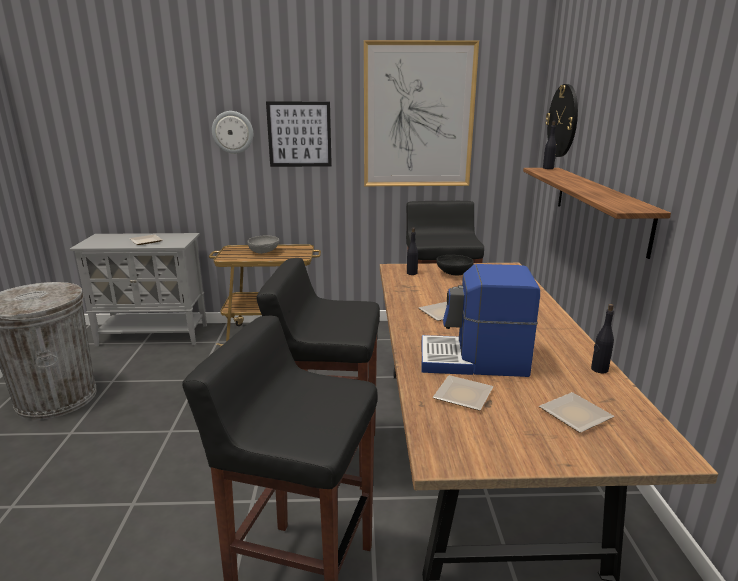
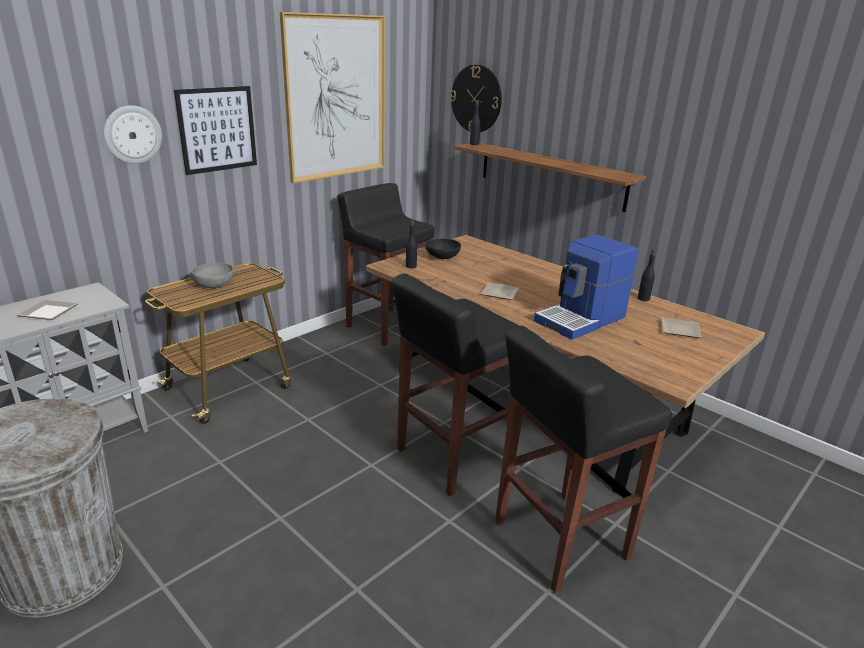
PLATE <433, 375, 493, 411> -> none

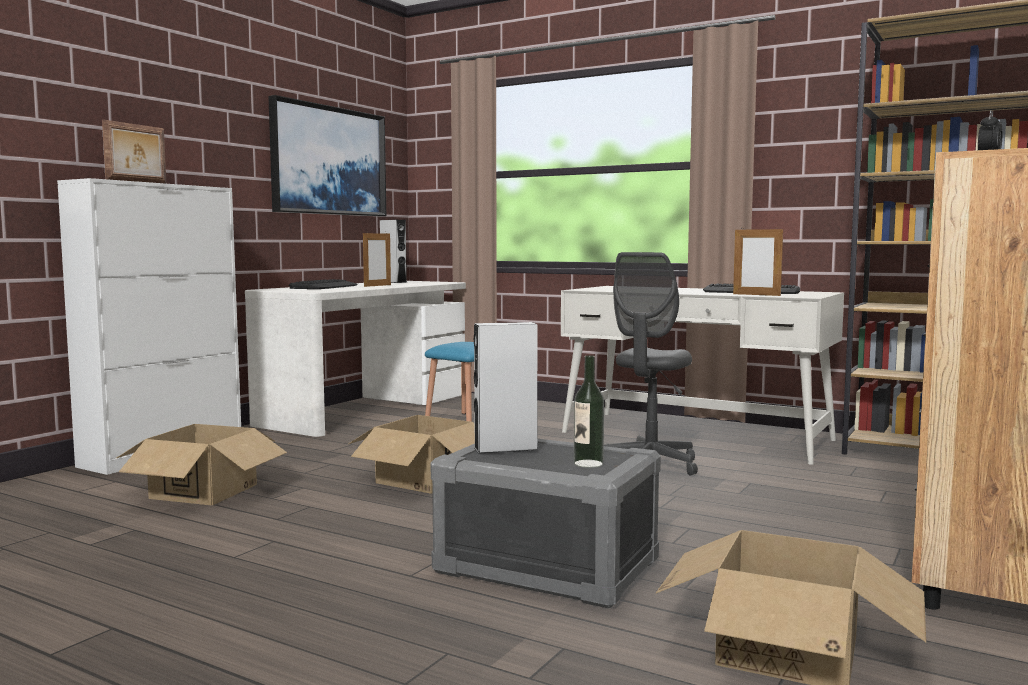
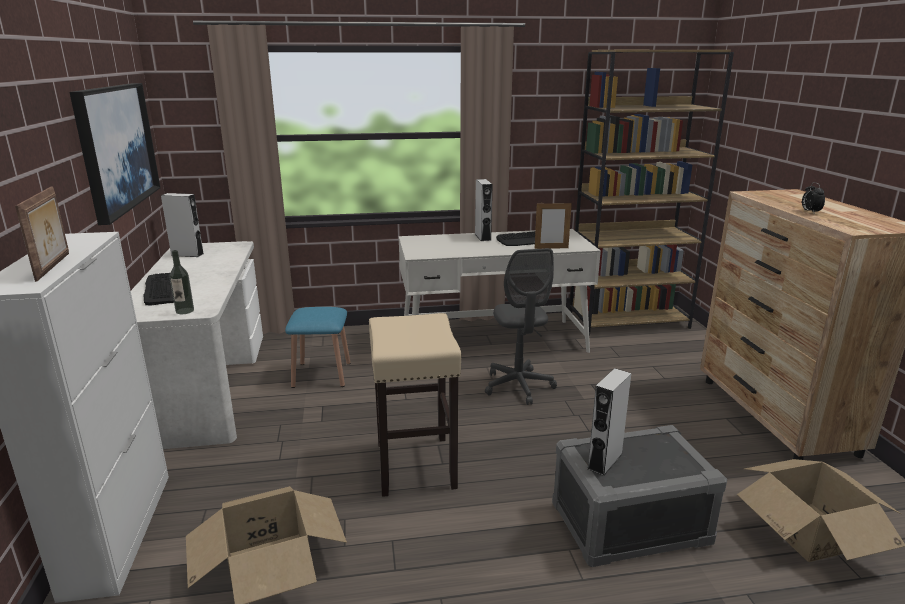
BOTTLE <574, 355, 604, 468> -> BOTTLE <169, 250, 194, 314>, move
CARDBOARD BOX <348, 415, 475, 494> -> BEIGE STOOL <369, 313, 461, 497>
none -> GREY SPEAKER <475, 179, 493, 241>
PICTURE FRAME <363, 231, 391, 287> -> none

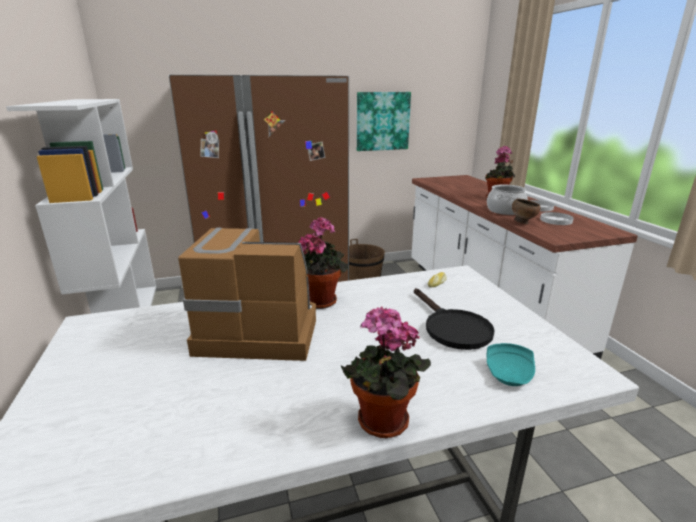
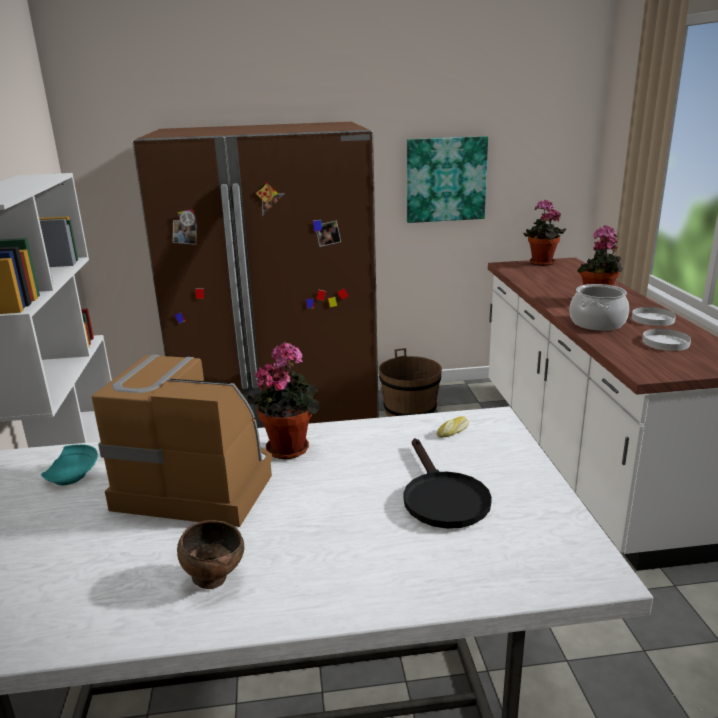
TURQUOISE PLATE <486, 343, 535, 386> -> TURQUOISE PLATE <41, 444, 98, 485>, move
BROWN BOWL <512, 198, 541, 224> -> BROWN BOWL <177, 520, 244, 589>, move
POTTED PLANT <341, 307, 431, 438> -> POTTED PLANT <523, 200, 566, 266>, move

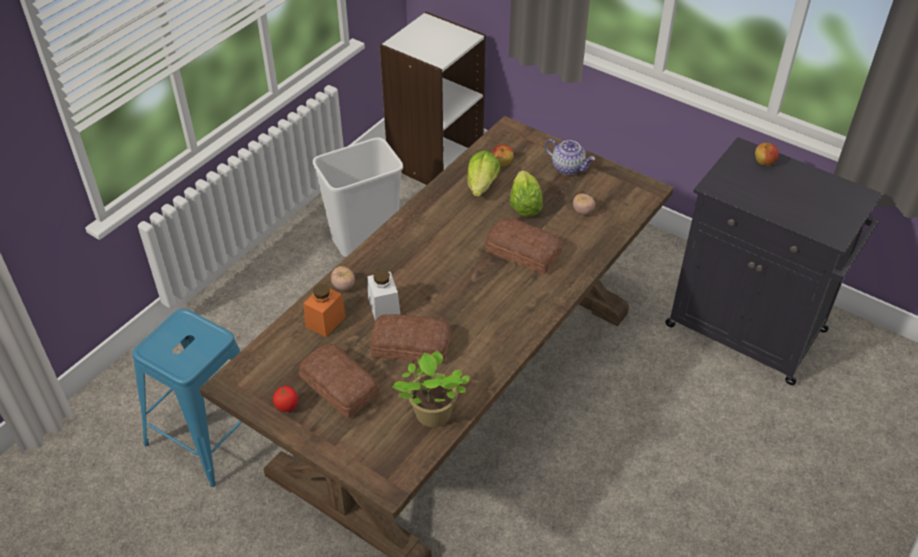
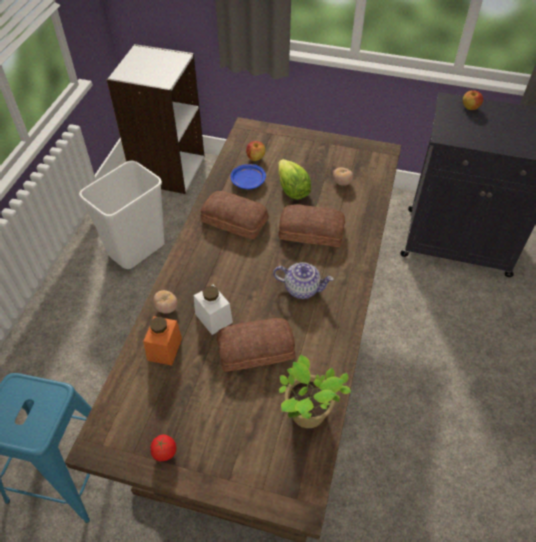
BREAD <299, 344, 380, 418> -> BREAD <200, 191, 269, 239>, move
LETTUCE <467, 150, 500, 197> -> BLUE PLATE <230, 164, 266, 189>
TEAPOT <545, 139, 595, 175> -> TEAPOT <273, 262, 334, 299>, move

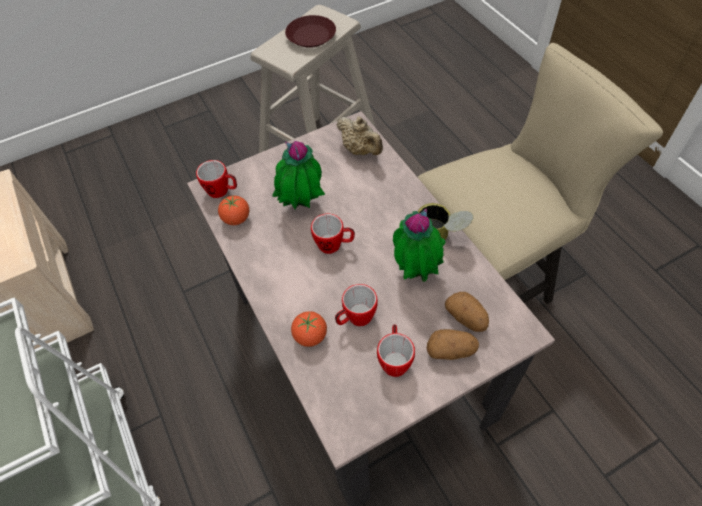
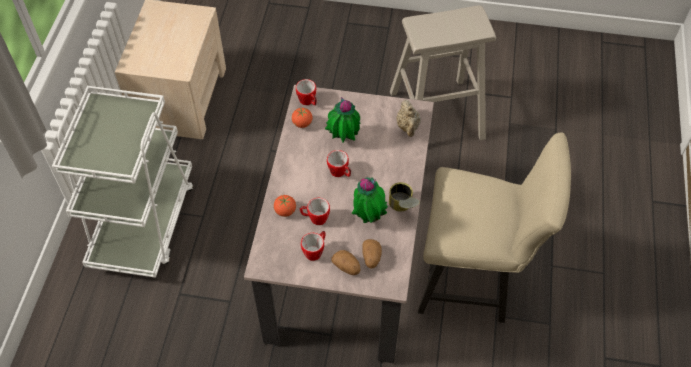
BROWN PLATE <285, 15, 336, 48> -> none

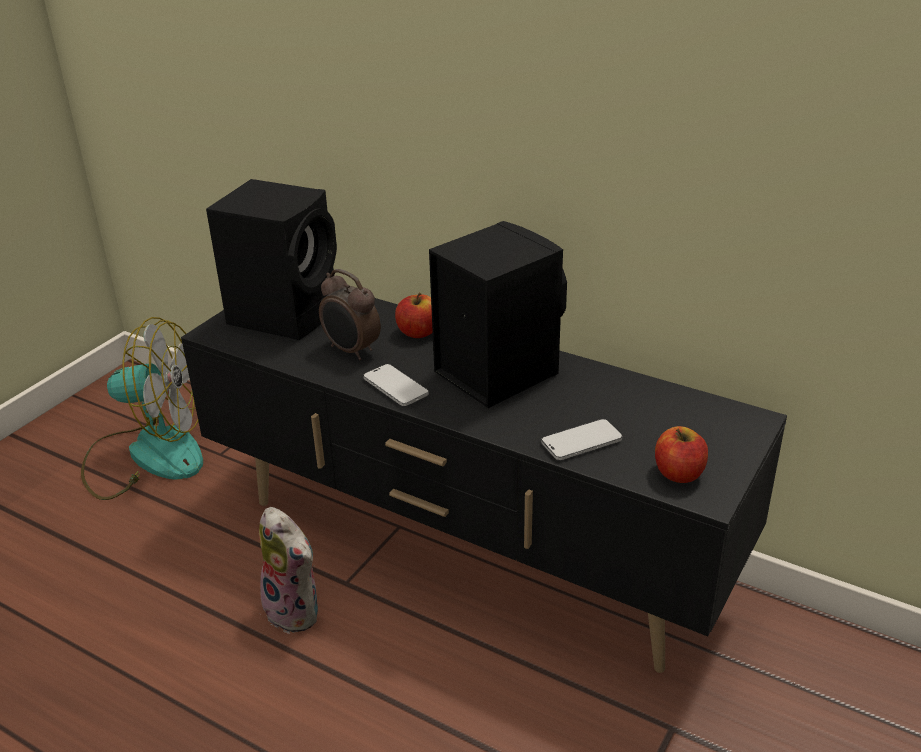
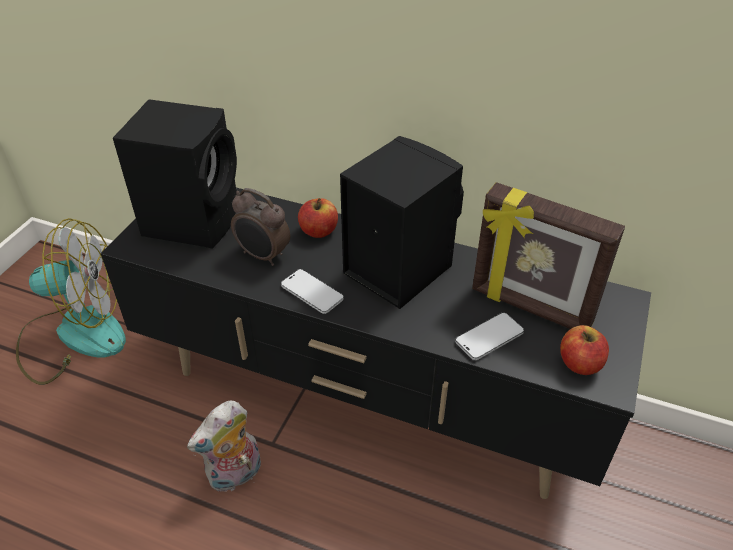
PLUSH TOY <257, 507, 318, 634> -> PLUSH TOY <187, 401, 261, 492>, 105 degrees clockwise
none -> PICTURE FRAME <472, 182, 625, 329>

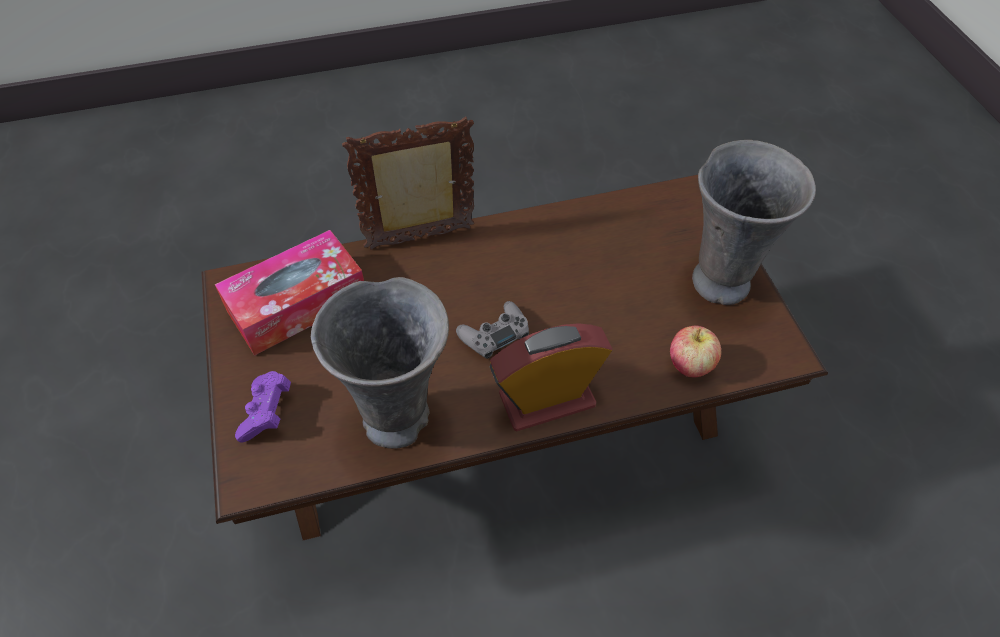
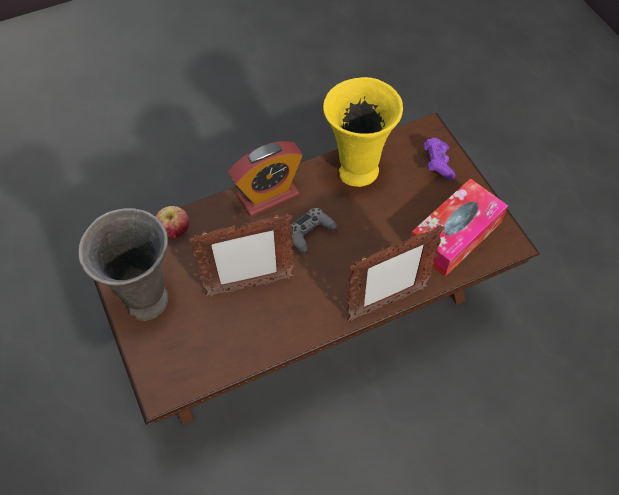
none -> PICTURE FRAME <189, 213, 294, 297>
GREY VASE <311, 277, 449, 449> -> YELLOW VASE <323, 77, 403, 187>

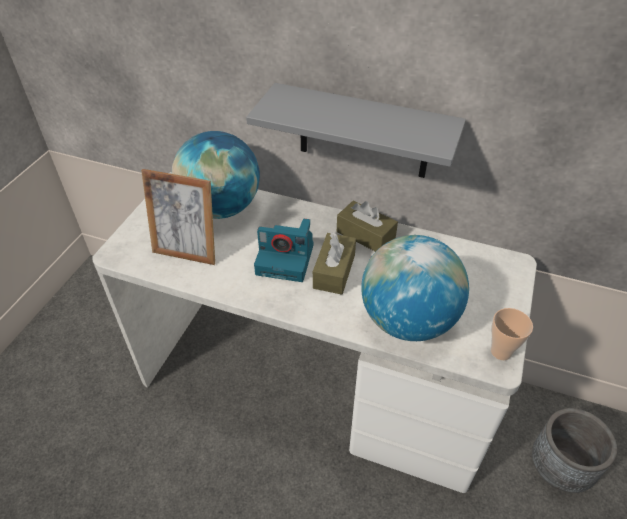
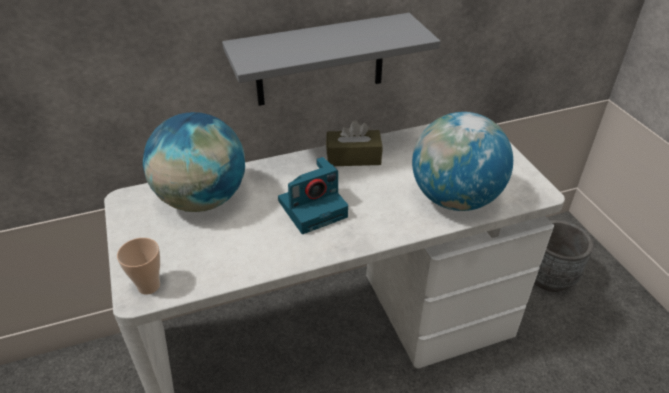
CUP <491, 308, 533, 360> -> CUP <117, 238, 160, 295>, move
PICTURE FRAME <141, 169, 215, 265> -> none
BROWN TISSUE BOX <313, 232, 356, 295> -> none

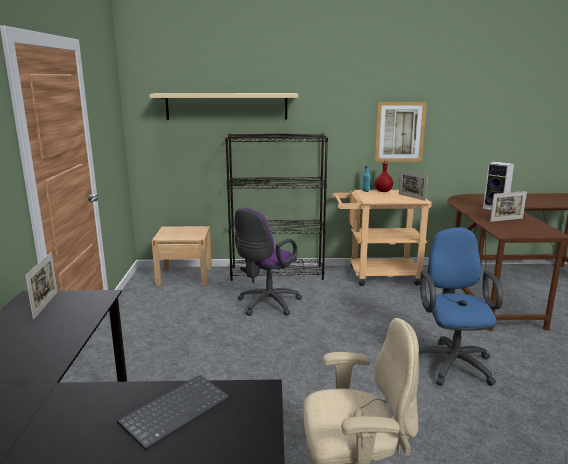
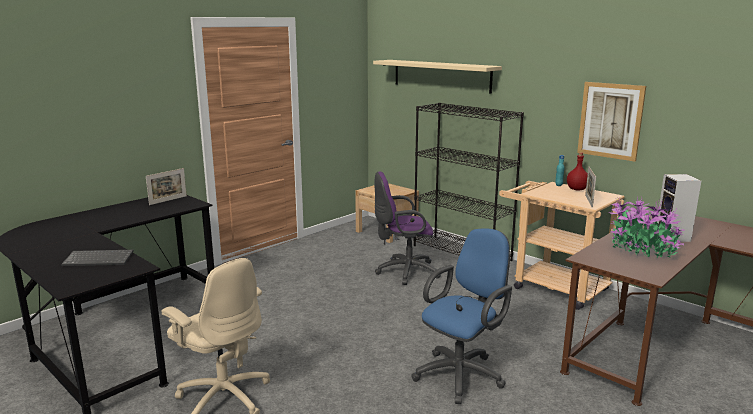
PICTURE FRAME <490, 191, 527, 222> -> POTTED PLANT <609, 197, 685, 258>

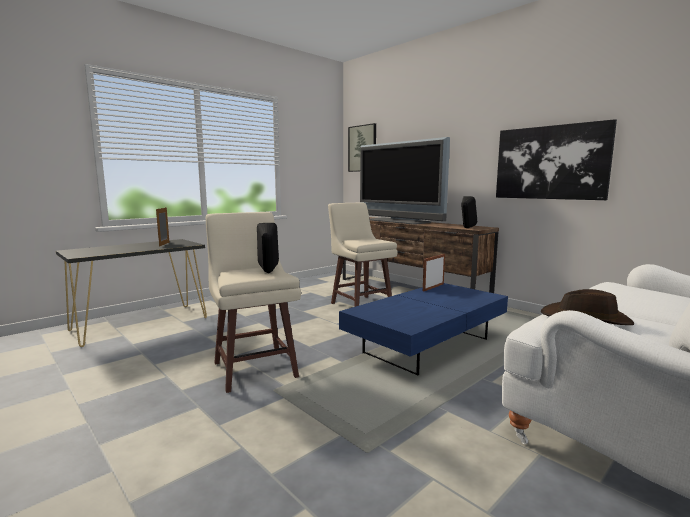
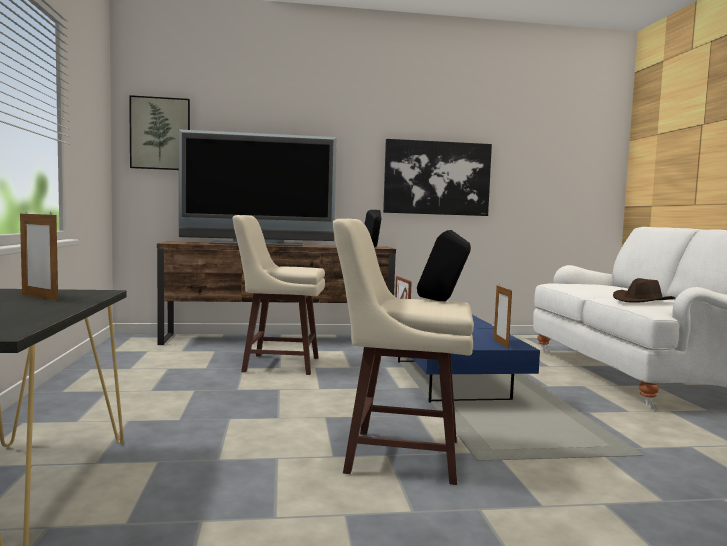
none -> PICTURE FRAME <494, 285, 512, 349>

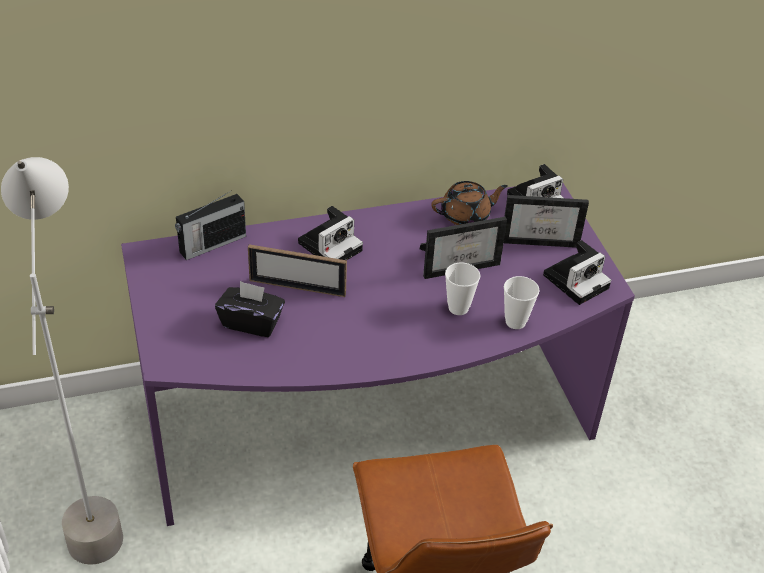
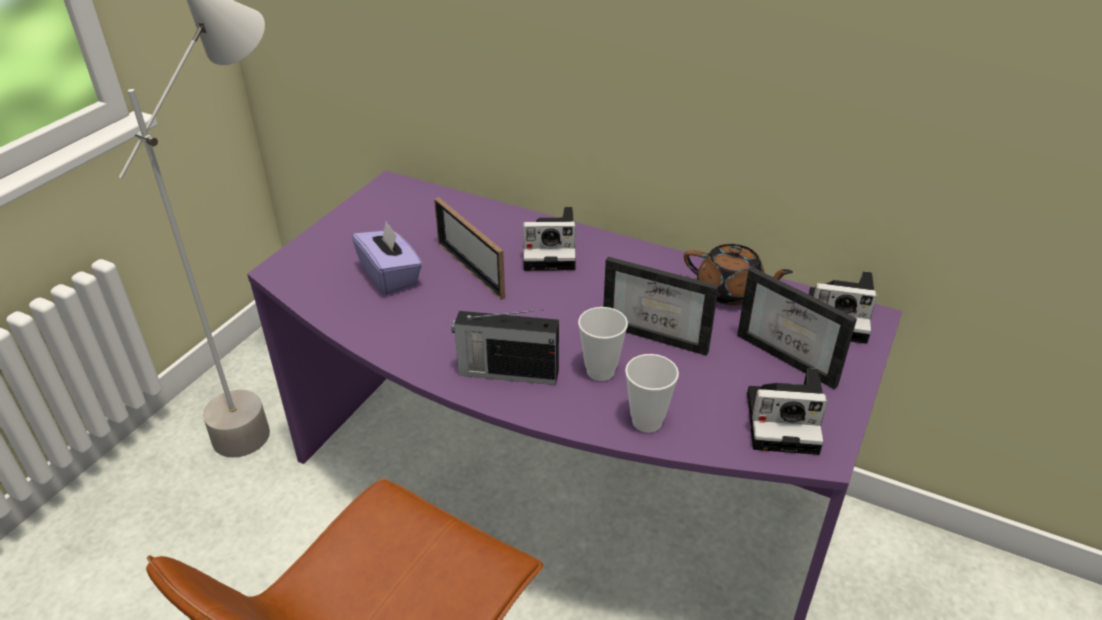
BLACK TISSUE BOX <215, 281, 285, 337> -> PURPLE TISSUE BOX <352, 221, 422, 295>
RADIO <175, 190, 246, 260> -> RADIO <451, 309, 559, 385>, move

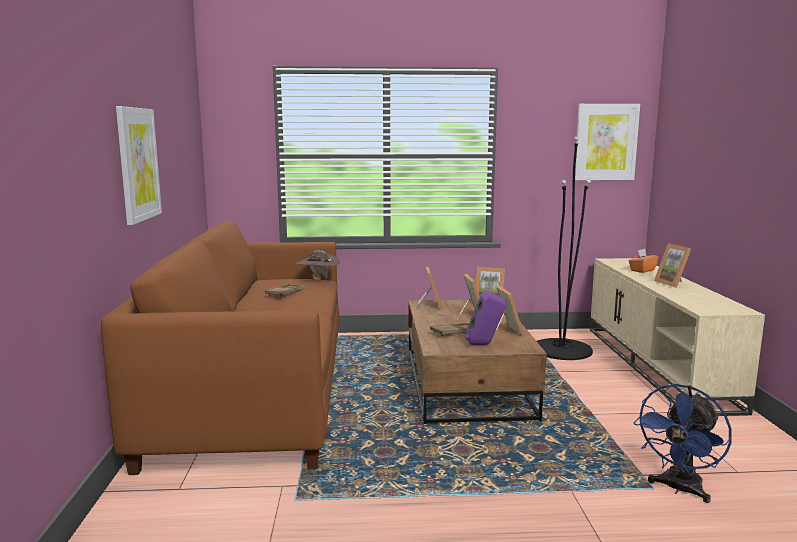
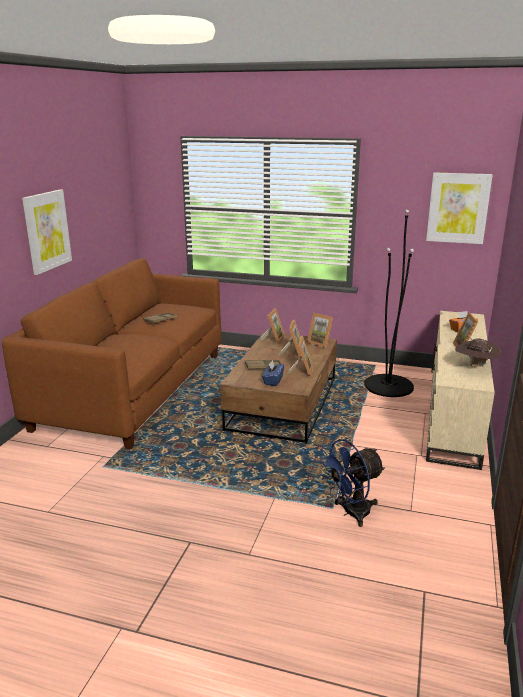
PURPLE SPEAKER <466, 290, 506, 345> -> BLUE TISSUE BOX <262, 360, 284, 386>
BROWN HAT <296, 250, 341, 280> -> BROWN HAT <455, 338, 501, 367>, move

